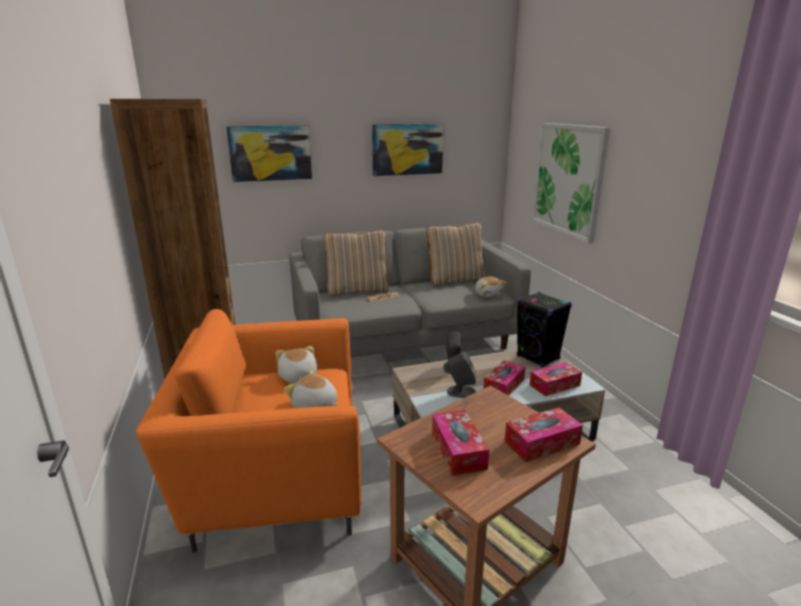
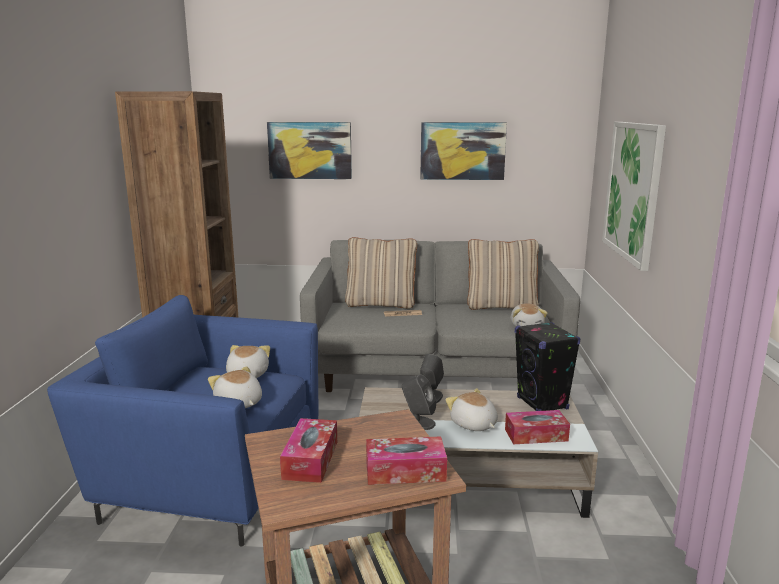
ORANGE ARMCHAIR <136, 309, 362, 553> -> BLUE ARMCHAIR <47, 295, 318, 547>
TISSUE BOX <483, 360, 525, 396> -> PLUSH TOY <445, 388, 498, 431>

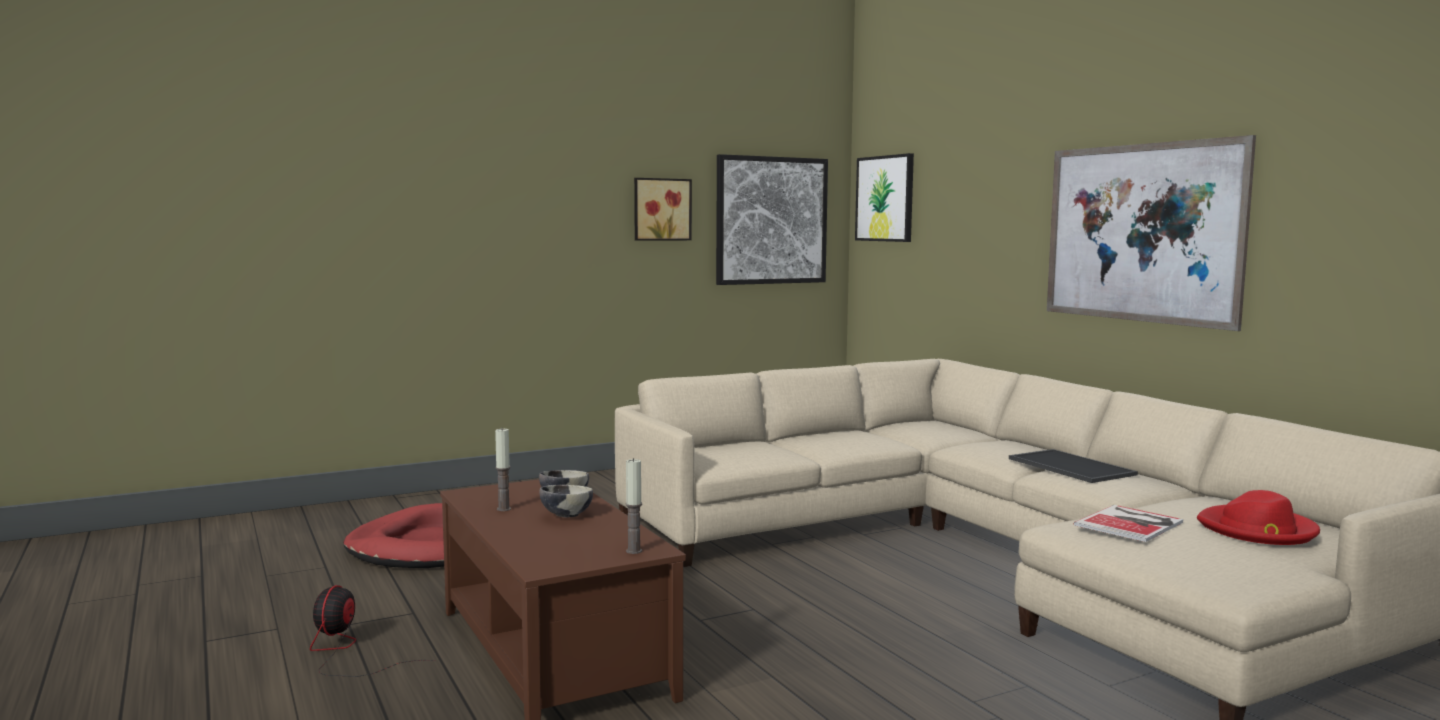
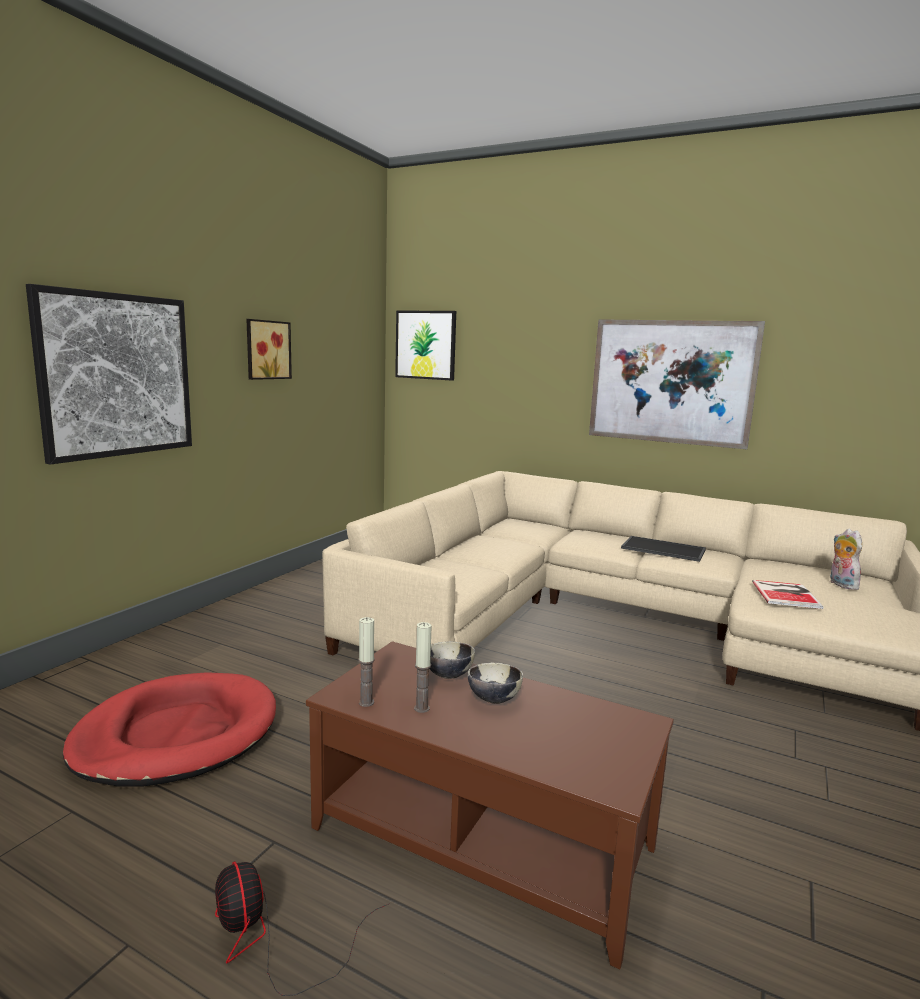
PICTURE <716, 154, 828, 285> -> PICTURE <26, 284, 192, 465>, move
CANDLE <625, 458, 642, 554> -> CANDLE <358, 617, 375, 707>, move
RED HAT <1197, 490, 1320, 545> -> PLUSH TOY <830, 529, 862, 590>

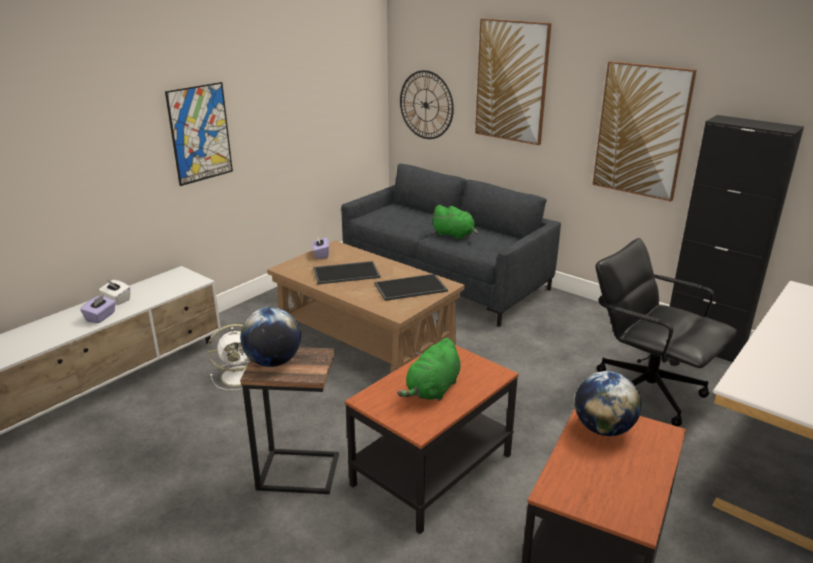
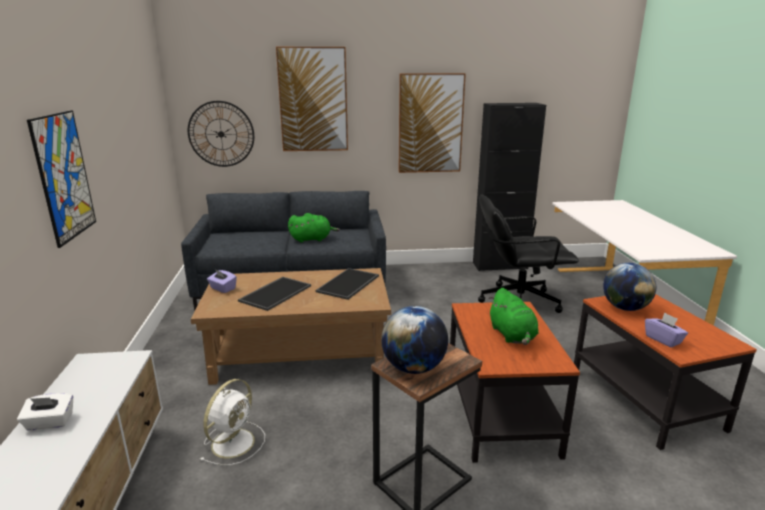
PURPLE TISSUE BOX <80, 294, 116, 323> -> PURPLE TISSUE BOX <645, 313, 688, 348>, move

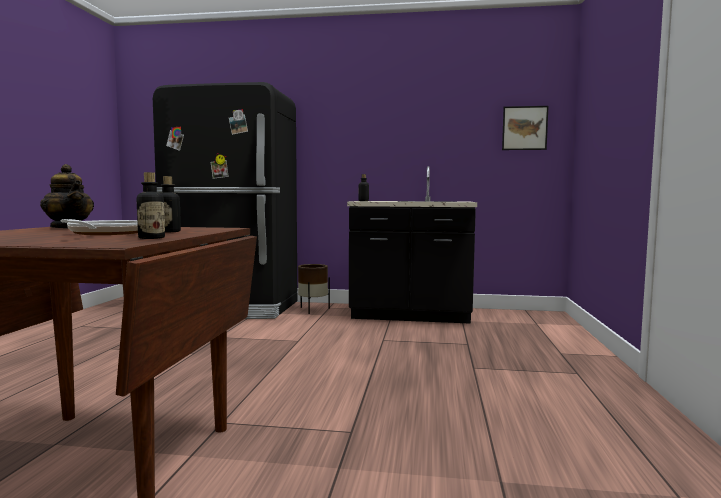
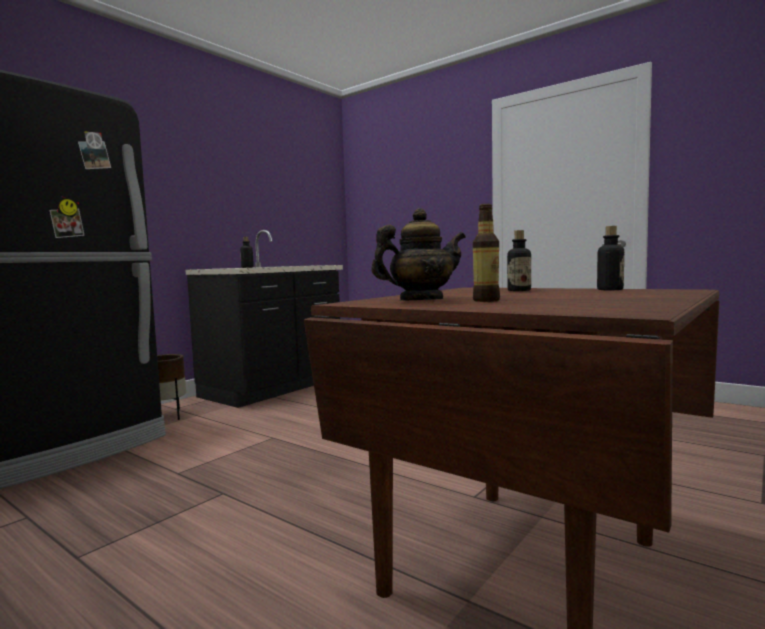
none -> BOTTLE <473, 204, 500, 302>
FRYING PAN <61, 219, 138, 235> -> none
PICTURE <502, 106, 549, 150> -> none

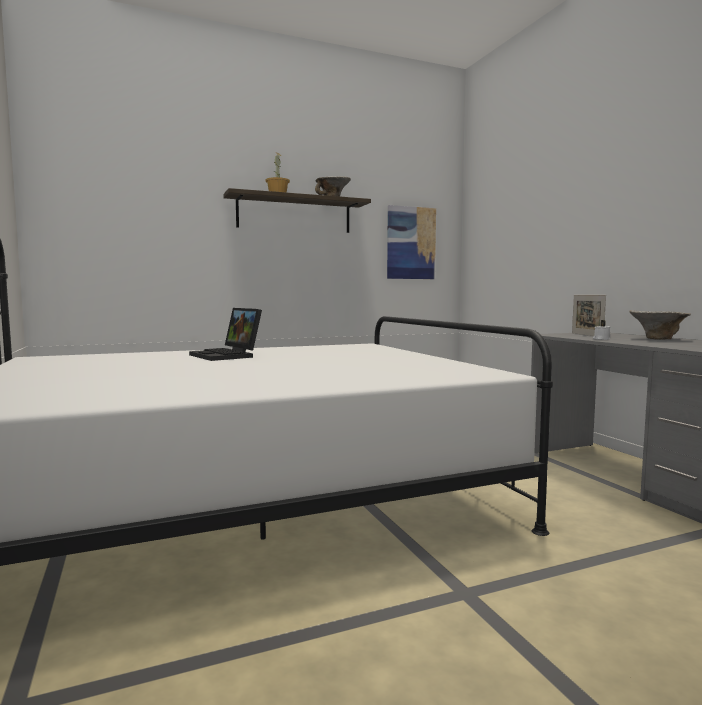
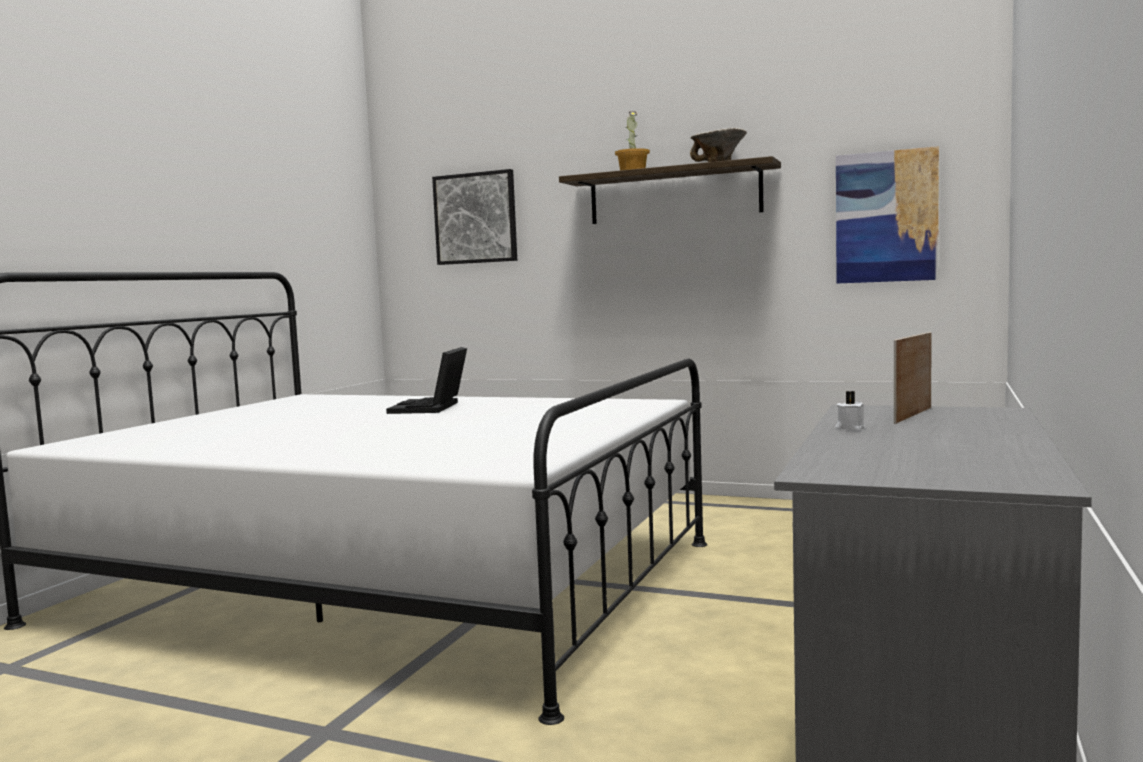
none -> PICTURE <432, 169, 517, 265>
BOWL <629, 310, 691, 340> -> none

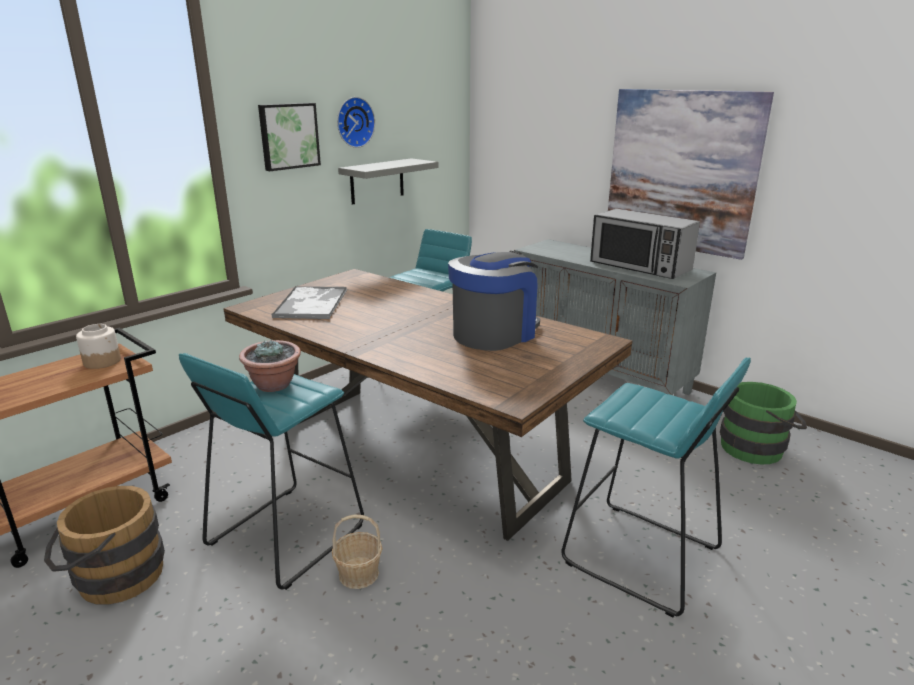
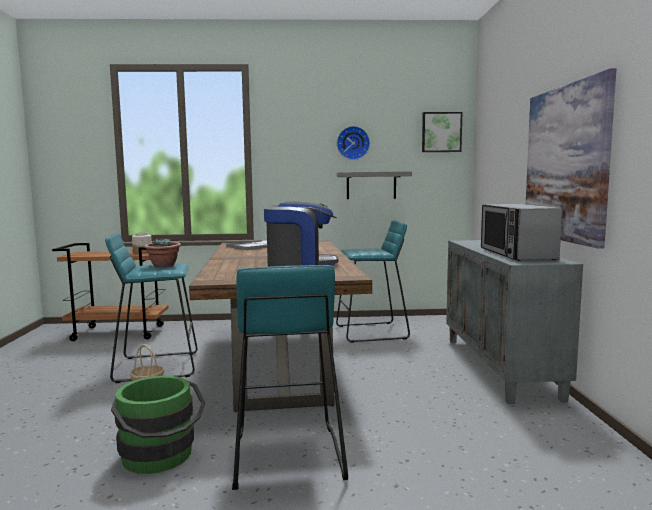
GREEN BUCKET <720, 382, 807, 465> -> GREEN BUCKET <111, 376, 205, 474>, move
PICTURE <258, 103, 321, 171> -> PICTURE <422, 112, 462, 152>, move
BROWN BUCKET <44, 486, 165, 605> -> none

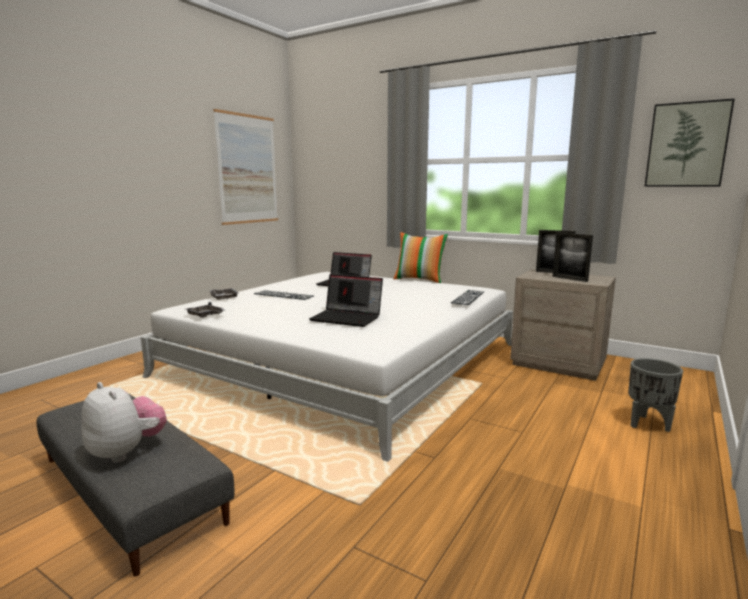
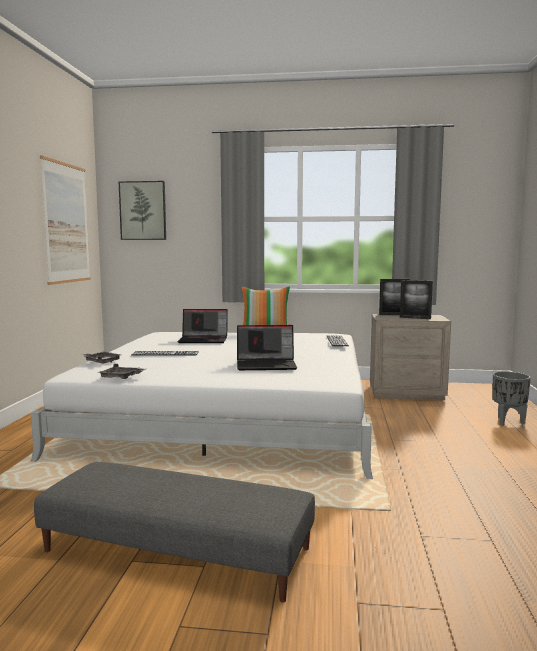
PICTURE <645, 98, 735, 186> -> PICTURE <119, 181, 166, 240>, move
PLUSH TOY <81, 382, 167, 463> -> none

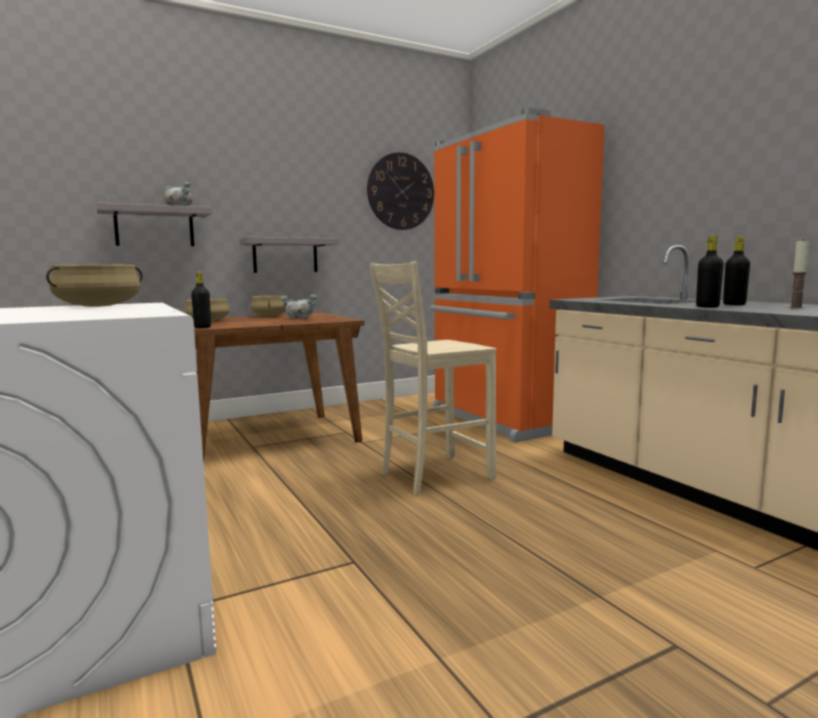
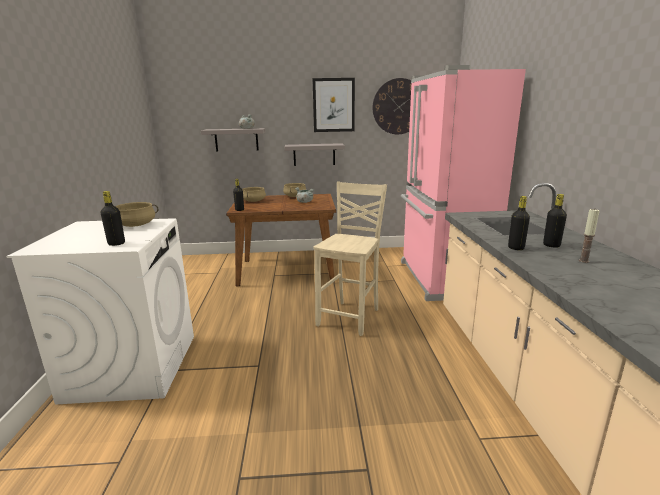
none -> BLACK BOTTLE <101, 191, 125, 246>
none -> PICTURE <312, 78, 355, 132>
BEIGE CHAIR <370, 262, 496, 495> -> BEIGE CHAIR <314, 181, 387, 336>, 120 degrees clockwise
ORANGE FRIDGE <430, 107, 605, 443> -> PINK FRIDGE <401, 65, 526, 301>

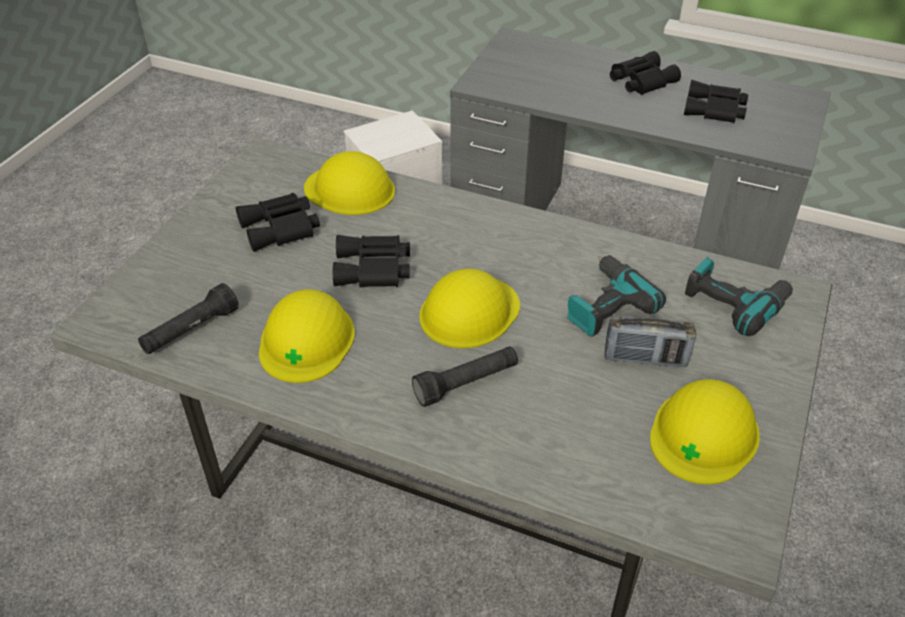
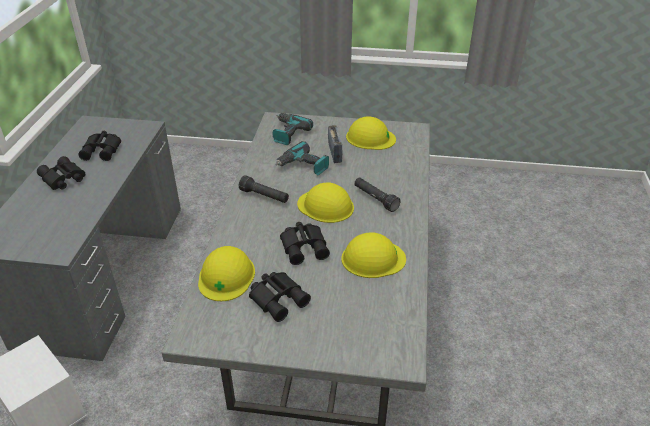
BLACK FLASHLIGHT <138, 283, 239, 354> -> BLACK FLASHLIGHT <239, 175, 289, 203>, move

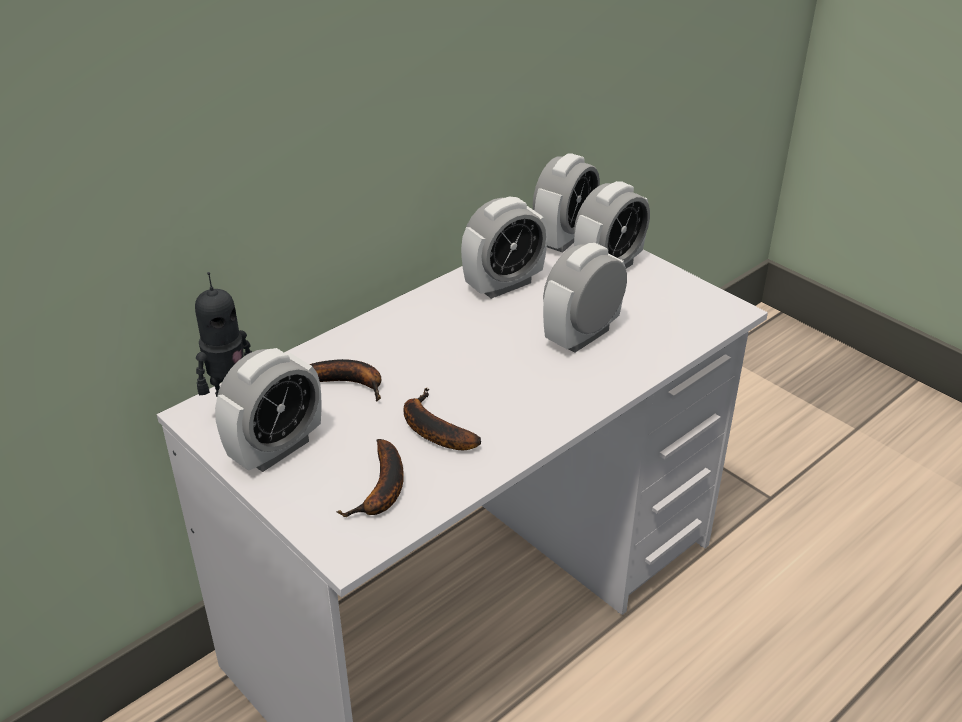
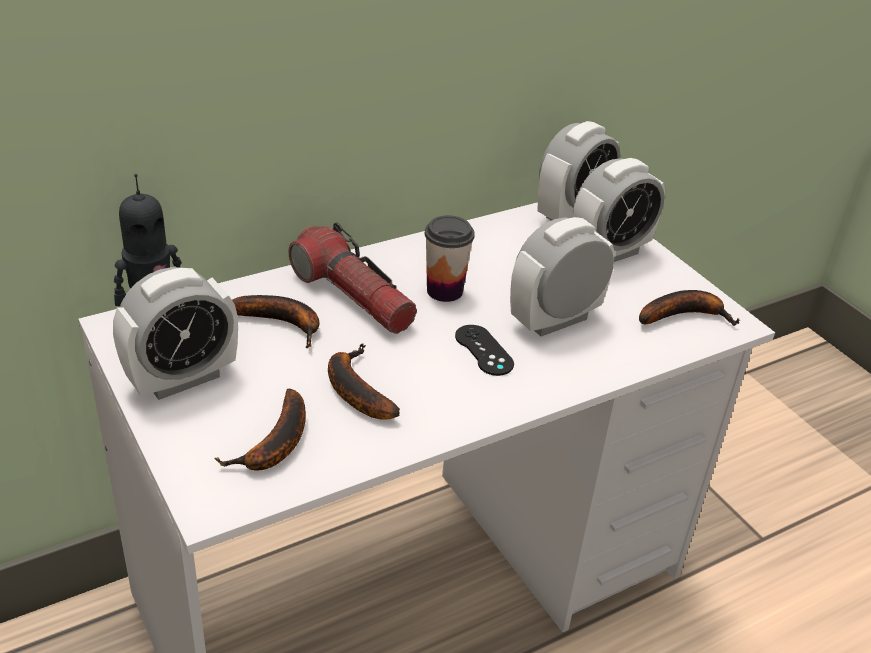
none -> FLASHLIGHT <289, 222, 417, 334>
none -> CUP <425, 215, 475, 302>
none -> BLACK GAME CONTROLLER <455, 325, 514, 376>
none -> BANANA <639, 290, 739, 326>
ALARM CLOCK <461, 196, 548, 299> -> none

